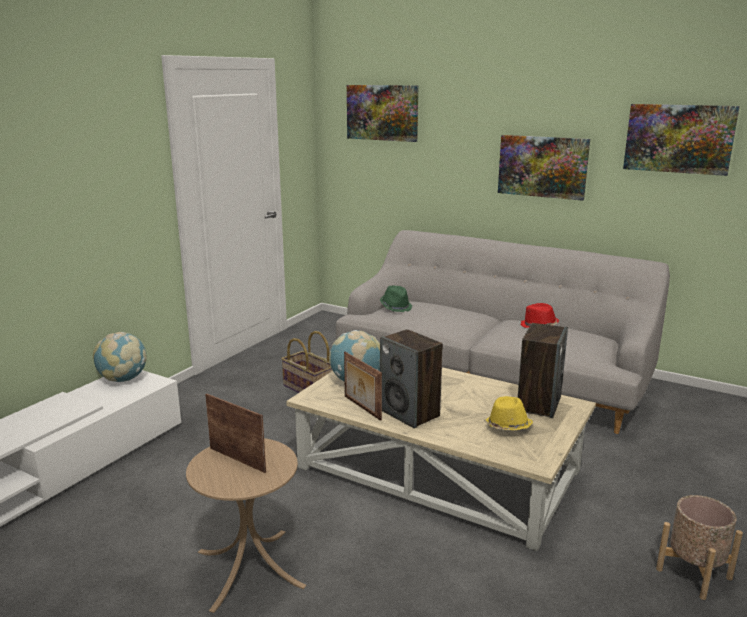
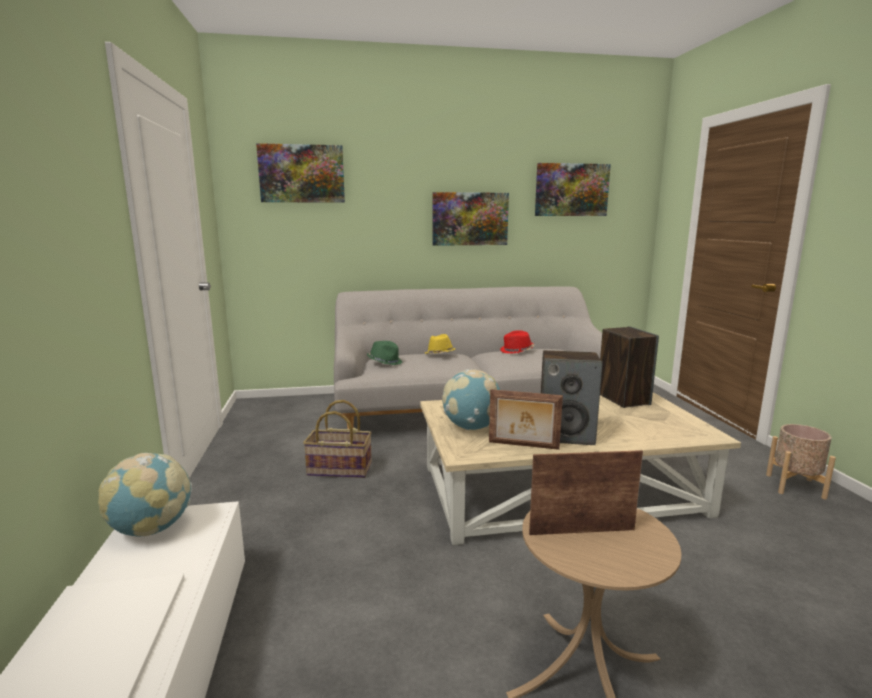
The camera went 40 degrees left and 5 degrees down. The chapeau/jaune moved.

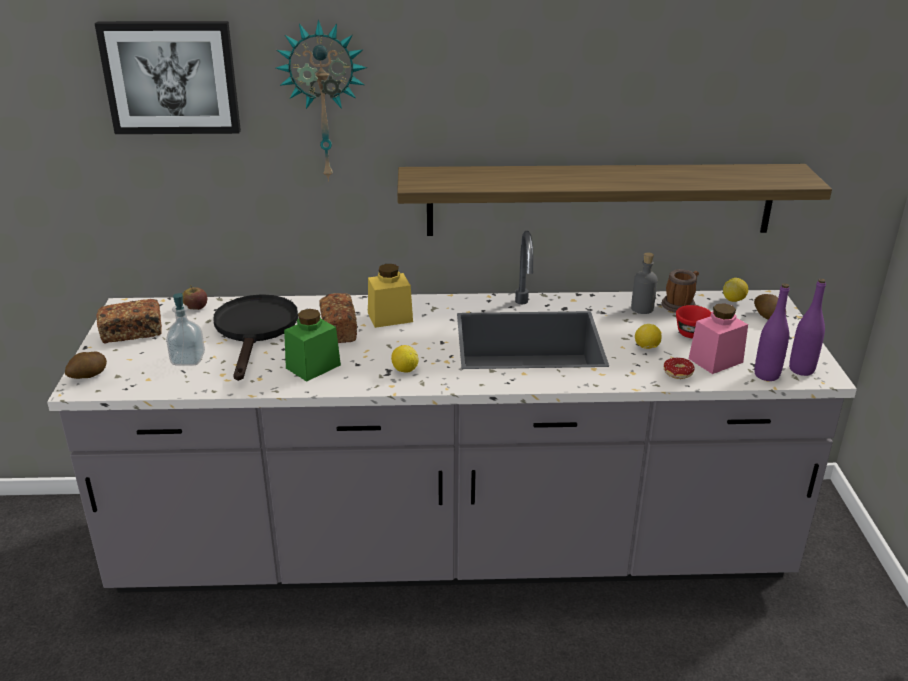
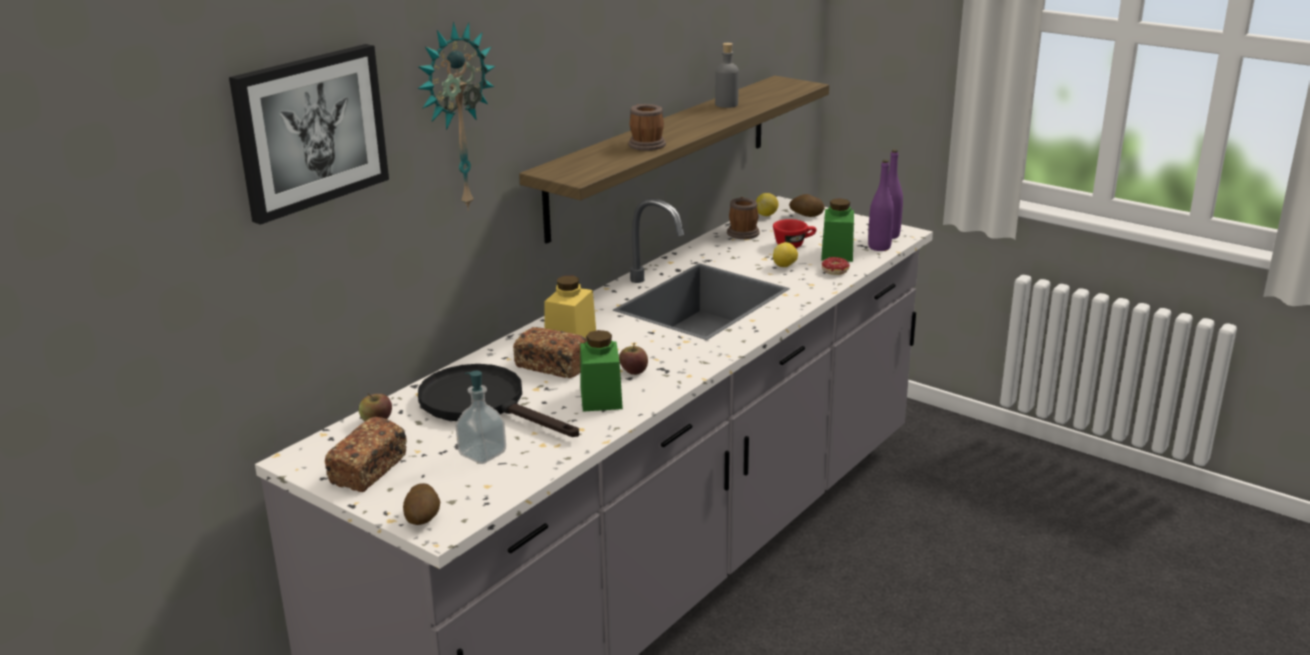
The camera went 50 degrees left and 5 degrees down. The bouteille/gris moved. The bocal/rose became the bocal/vert (no. 2 from left). The citron (no. 1 from left) disappeared. The mug (no. 1 from left) appeared. The pomme (no. 2 from left) appeared.

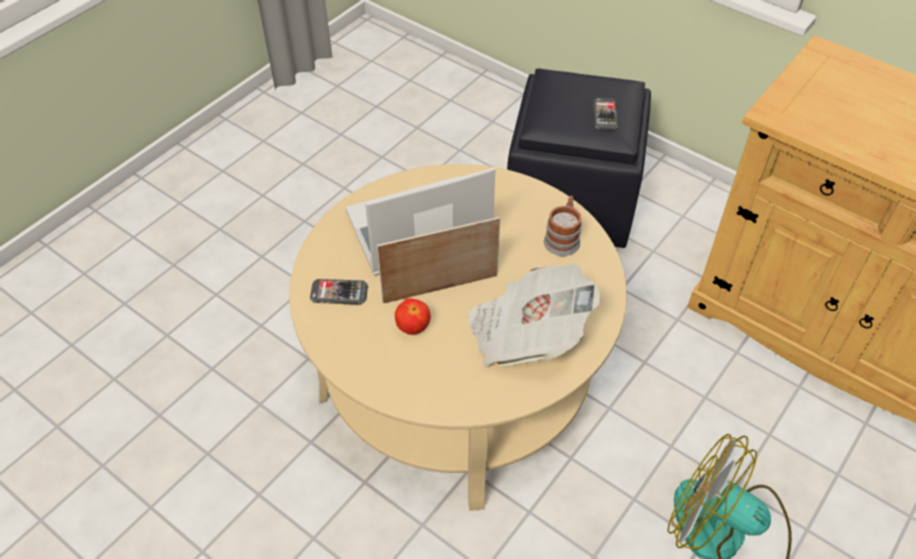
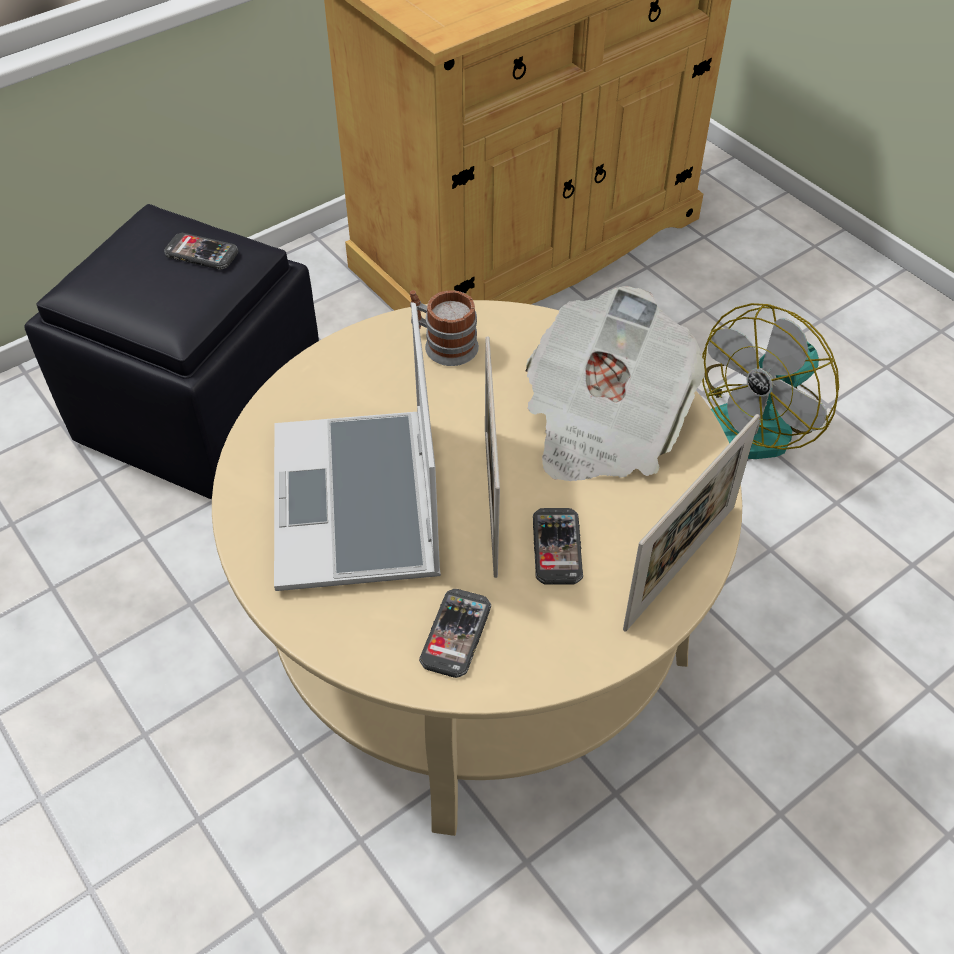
The camera went 75 degrees left and 0 degrees up. The pomme was replaced by the téléphone (no. 3 from left). The cadre photo (no. 2 from left) appeared.

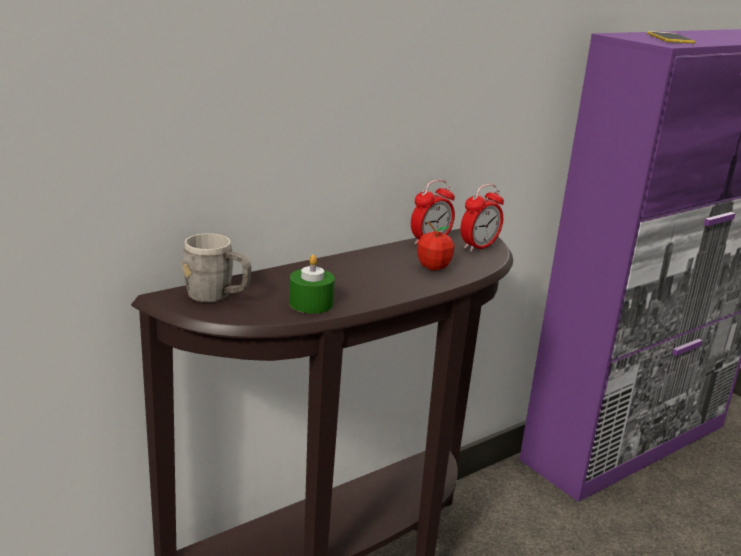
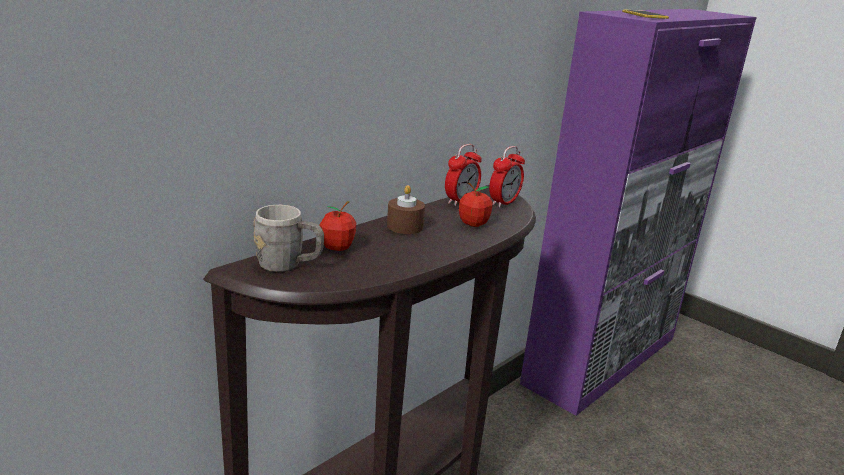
The camera went 10 degrees left and 0 degrees up. The bougie/vert disappeared. The bougie/marron appeared. The pomme (no. 1 from left) appeared.

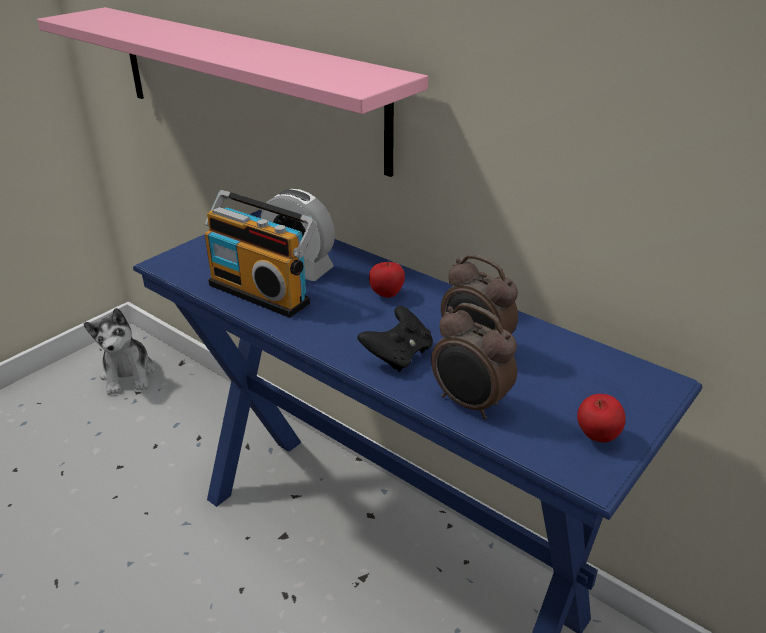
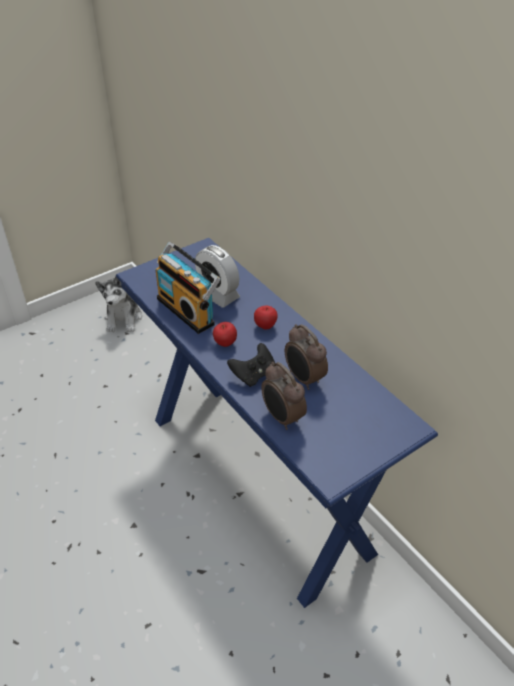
The camera went 15 degrees right and 10 degrees up. The étagère/rose disappeared. The pomme (no. 2 from left in the first image) moved.

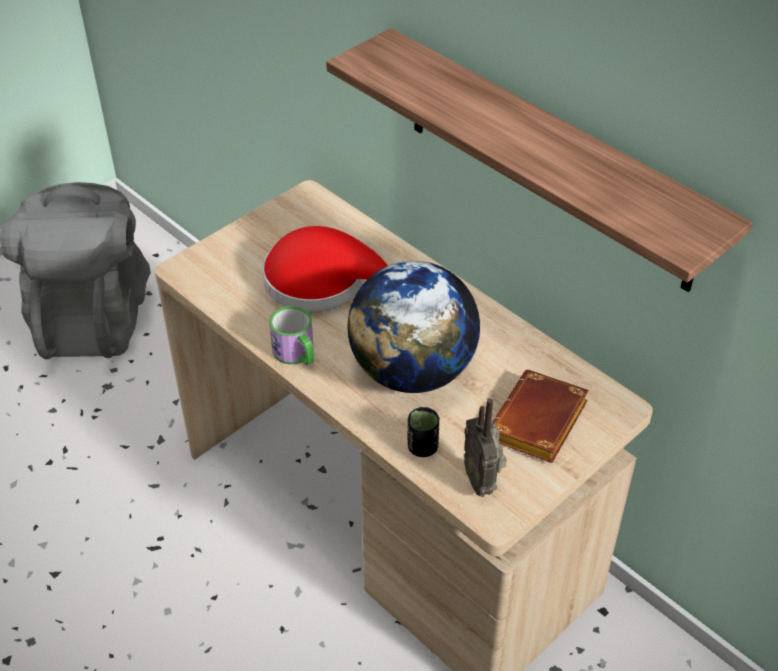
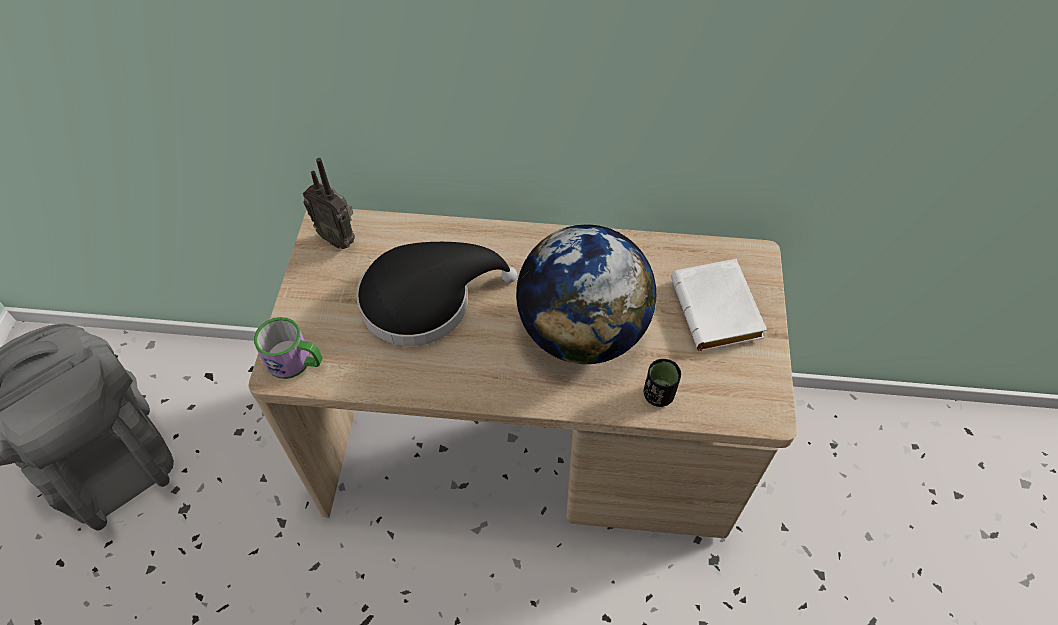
The camera went 40 degrees left and 10 degrees up. The étagère disappeared. The chapeau/rouge became the chapeau/noir. The mug moved. The livre/marron became the livre/blanc. The radio moved.

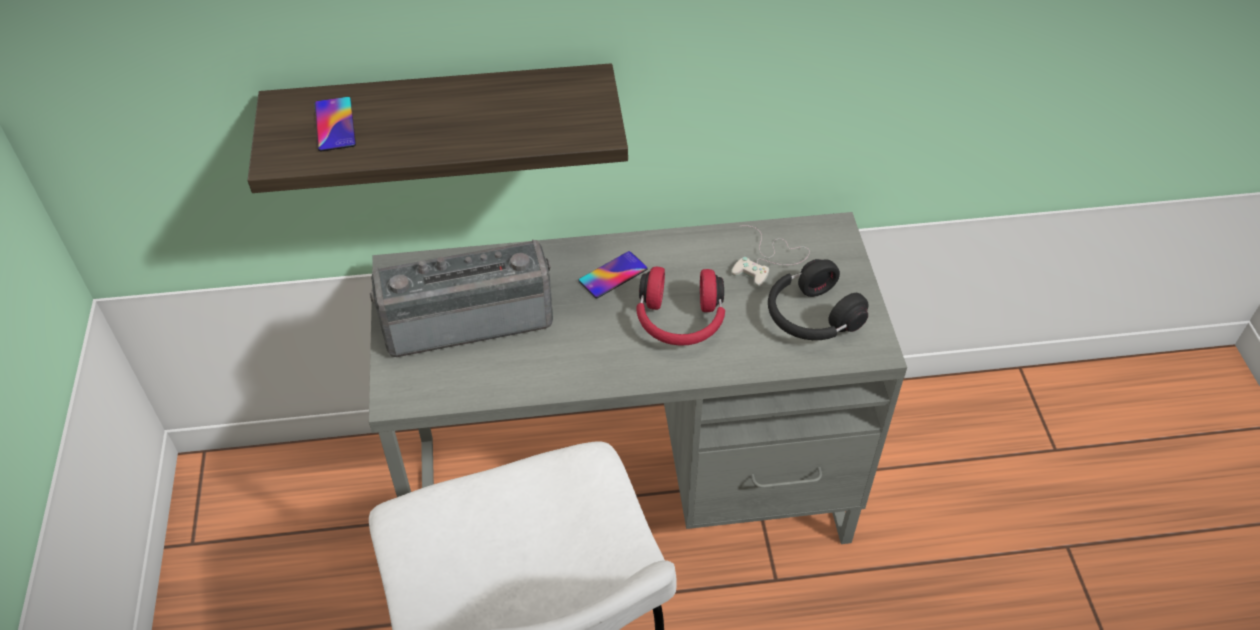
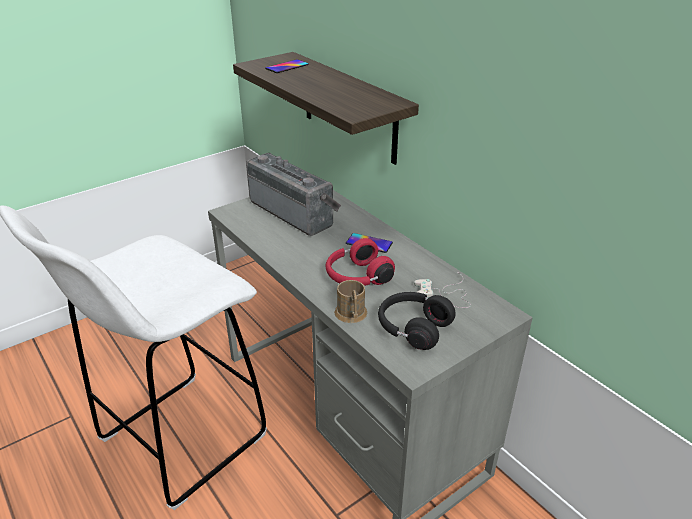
The camera went 60 degrees right and 15 degrees down. The mug/marron appeared.

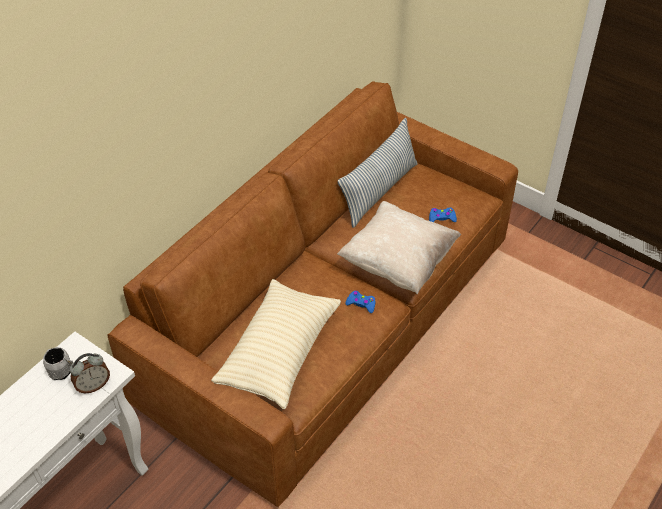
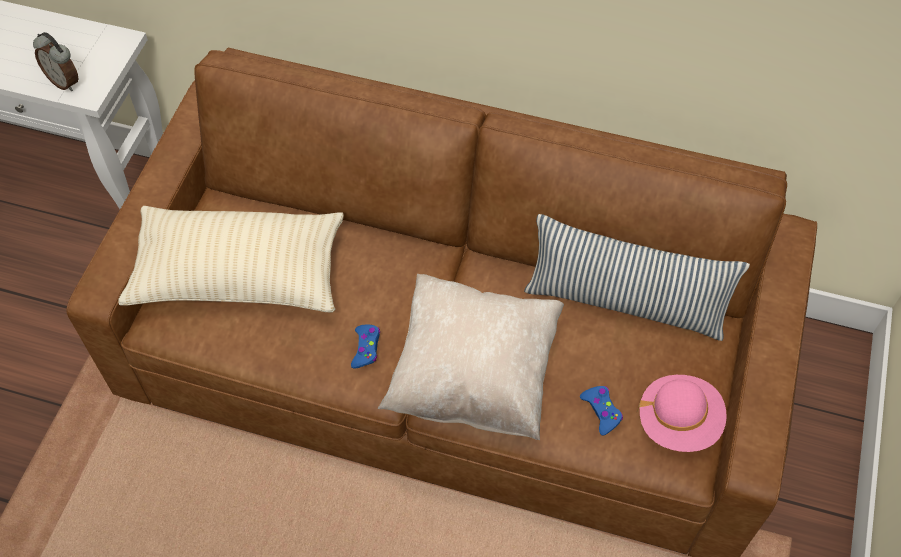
The camera went 70 degrees right and 10 degrees up. The mug/gris disappeared. The chapeau/rose appeared.

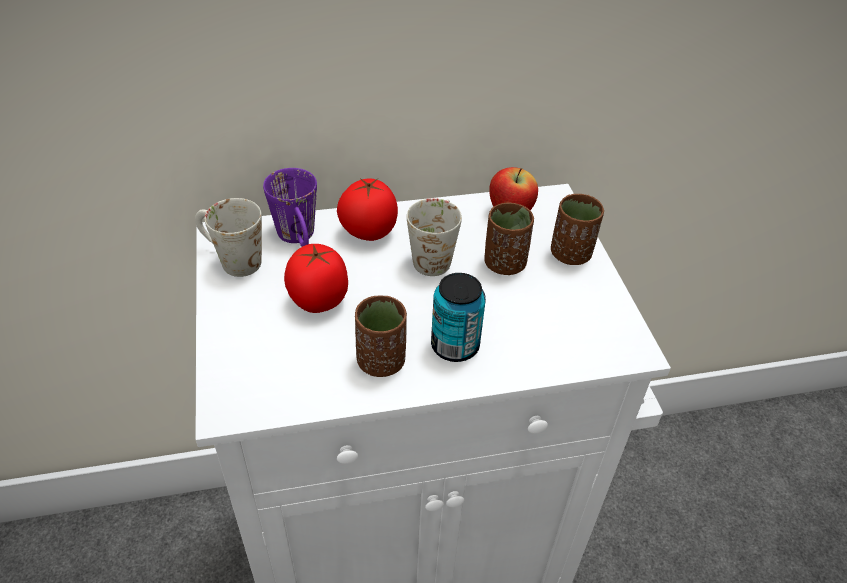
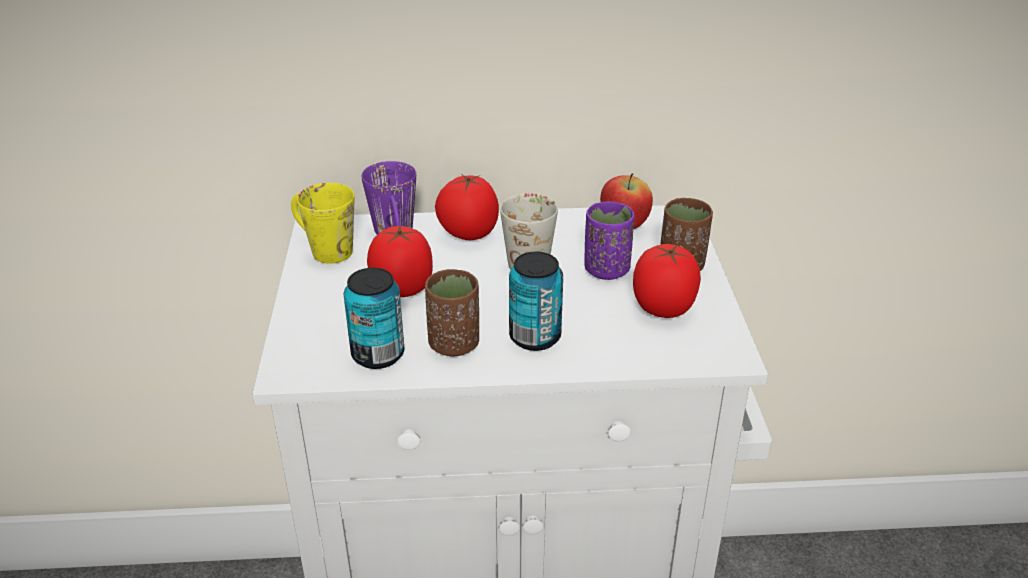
The camera went 10 degrees right and 10 degrees down. The mug/blanc (no. 1 from left) became the mug/jaune. The tasse/marron (no. 2 from left) became the tasse/violet. The tomate (no. 3 from left) appeared. The boîte métallique (no. 1 from left) appeared.

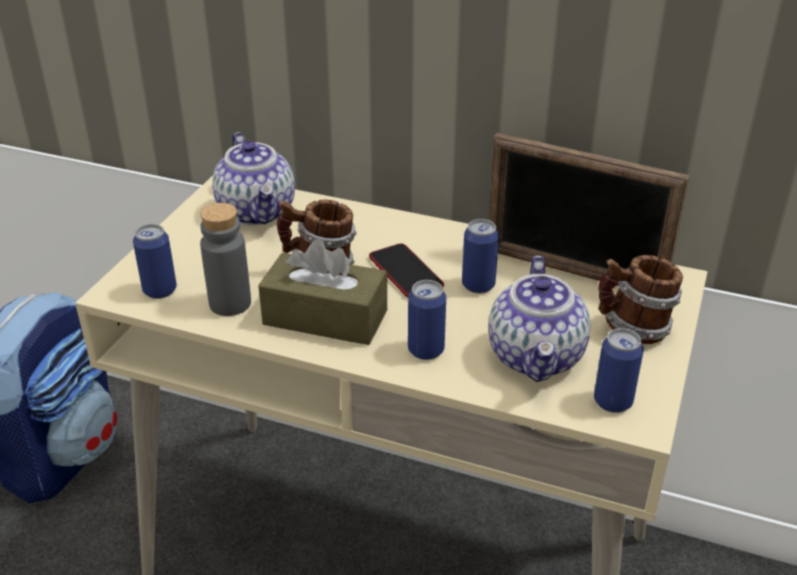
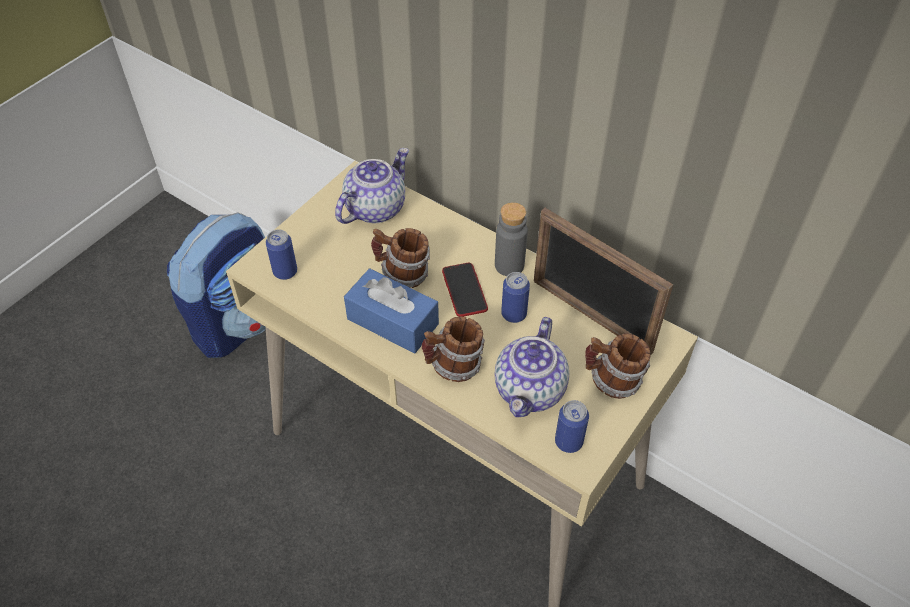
The camera went 15 degrees right and 15 degrees up. The théière (no. 1 from left) turned 135 degrees counterclockwise. The bouteille/gris moved. The boîte à mouchoirs/marron became the boîte à mouchoirs/bleu. The boîte métallique (no. 2 from left) was replaced by the mug (no. 2 from left).

